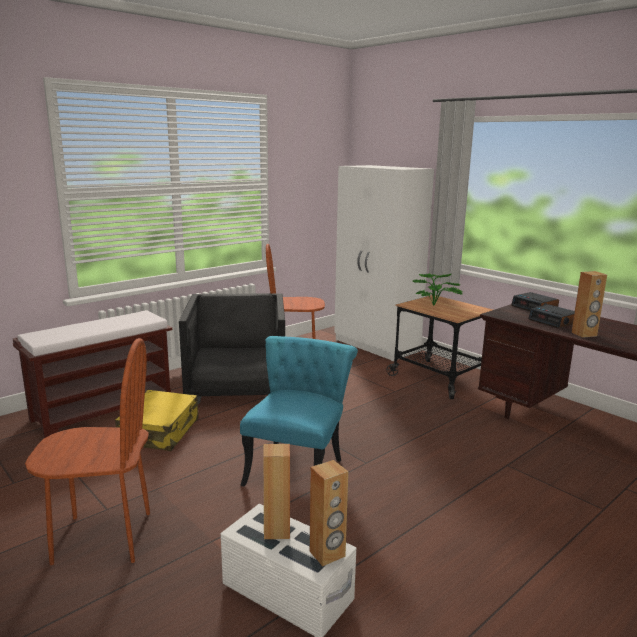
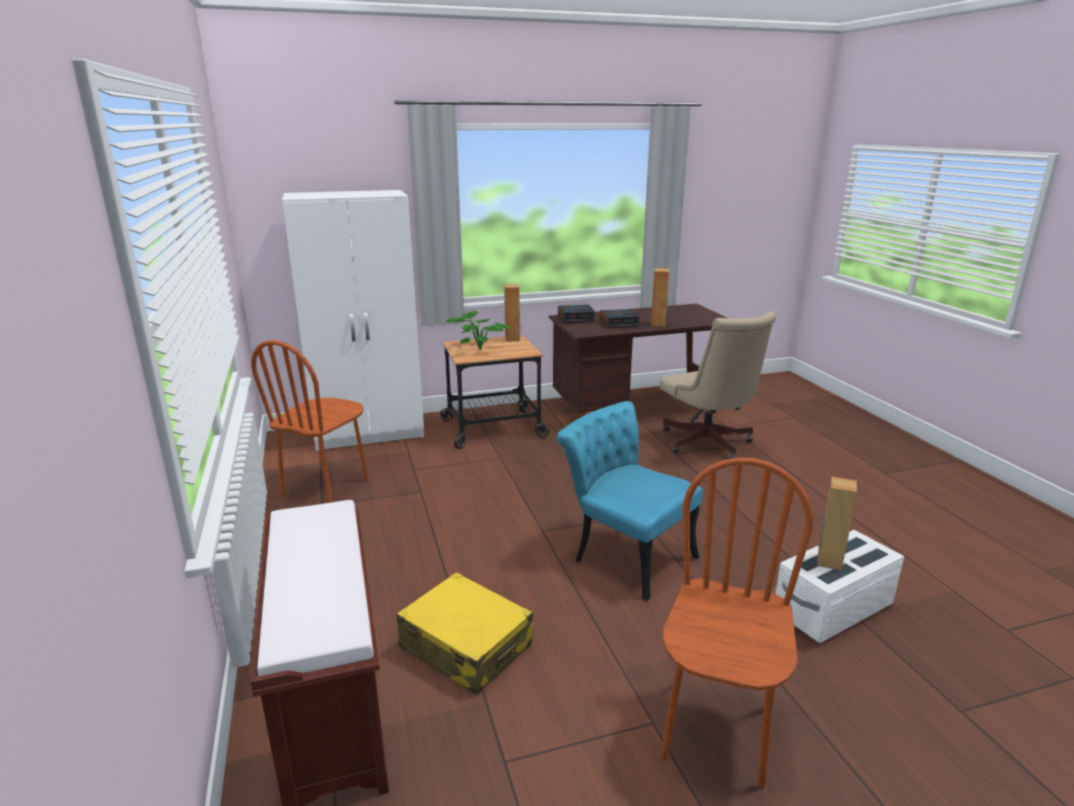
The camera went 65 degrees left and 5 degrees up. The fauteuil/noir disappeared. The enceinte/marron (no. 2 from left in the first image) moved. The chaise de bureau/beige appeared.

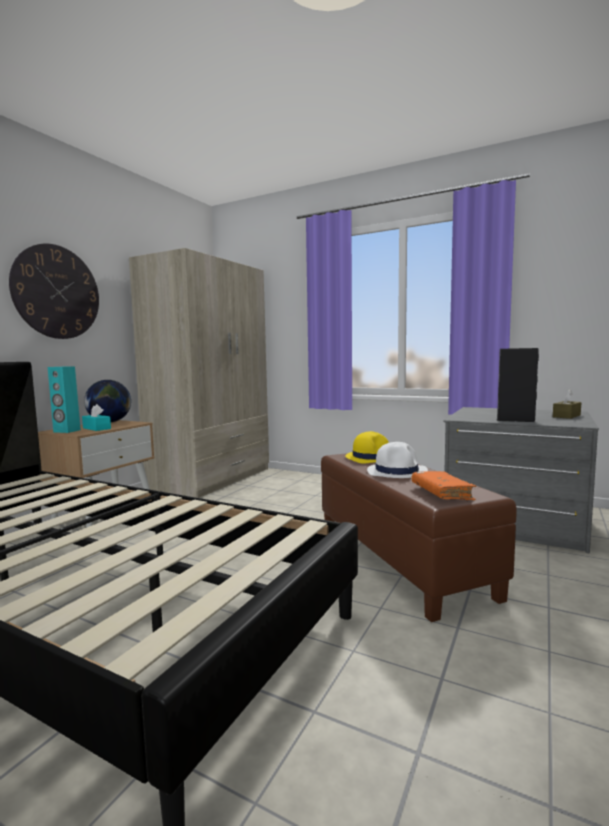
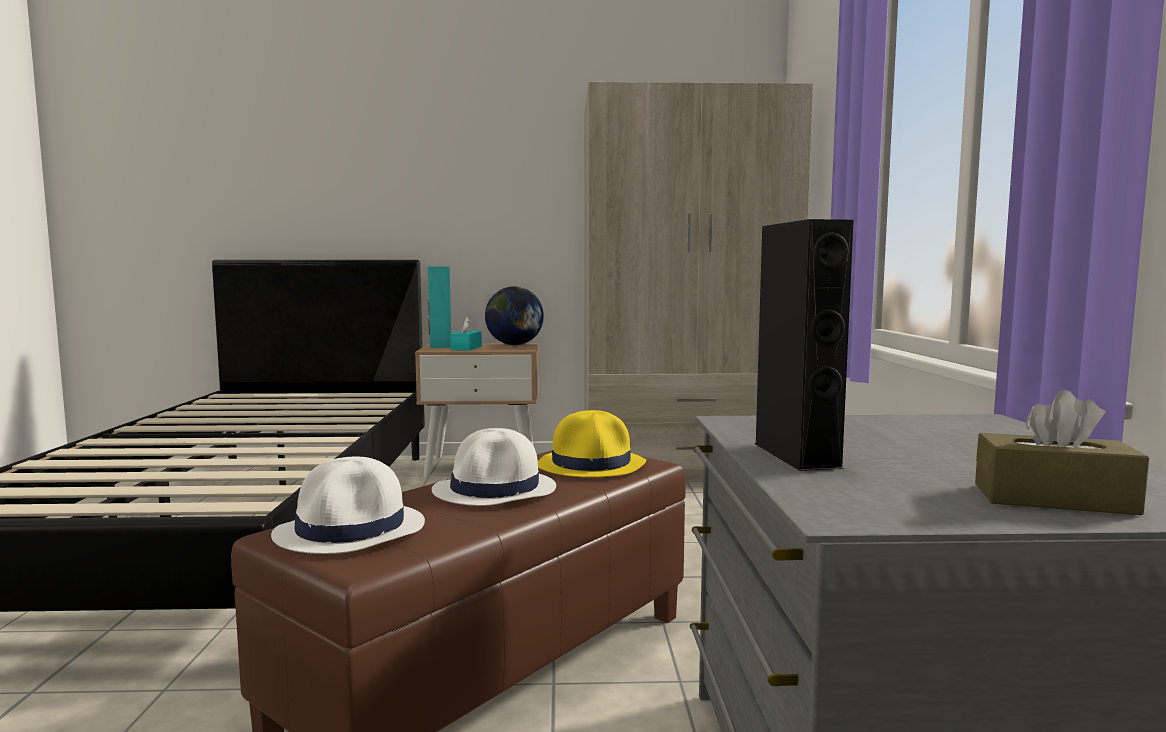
The camera went 60 degrees right and 0 degrees up. The horloge murale disappeared. The livre/orange was replaced by the chapeau/blanc (no. 1 from left).

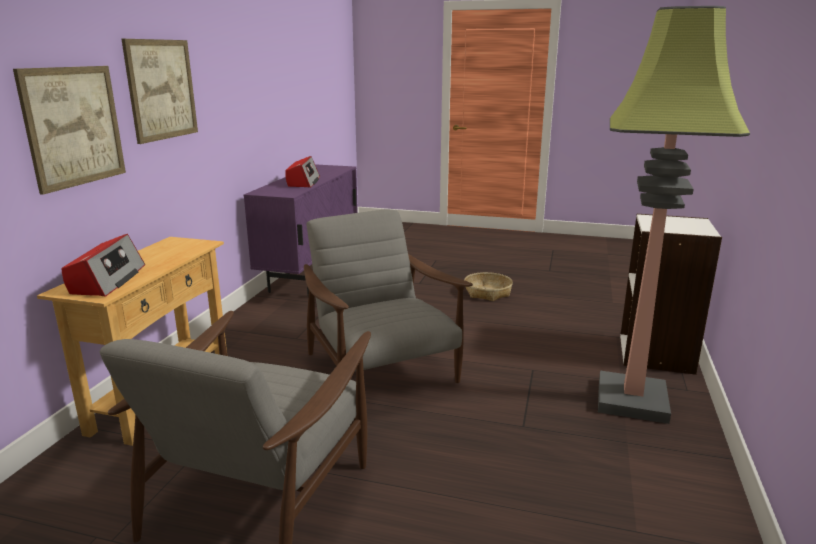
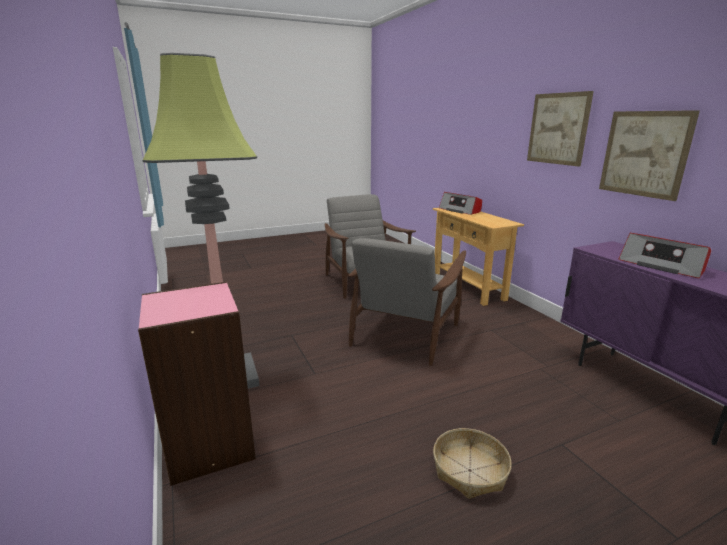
The camera went 140 degrees right and 0 degrees up. The tableau (no. 1 from left in the first image) moved. The fauteuil/gris (no. 2 from left) turned 90 degrees clockwise. The bibliothèque/blanc became the bibliothèque/rose.

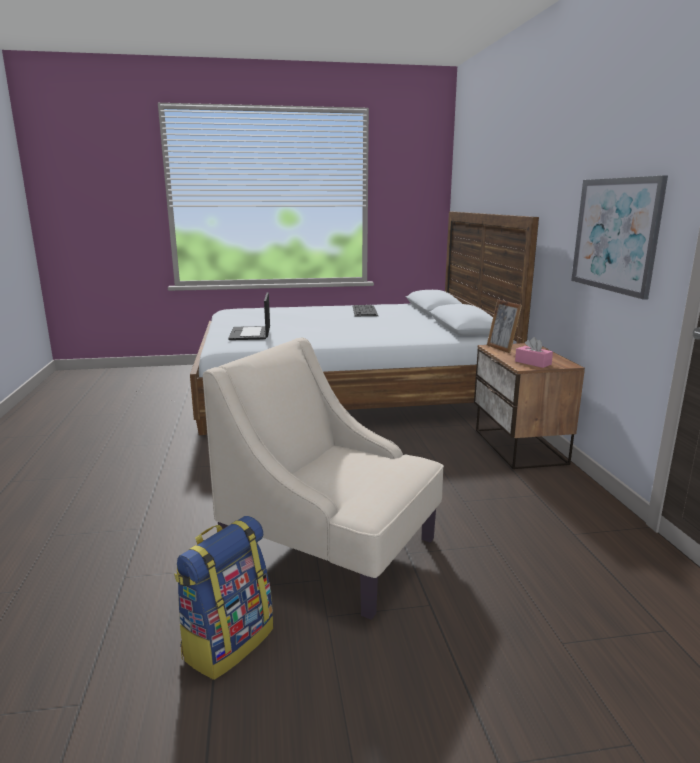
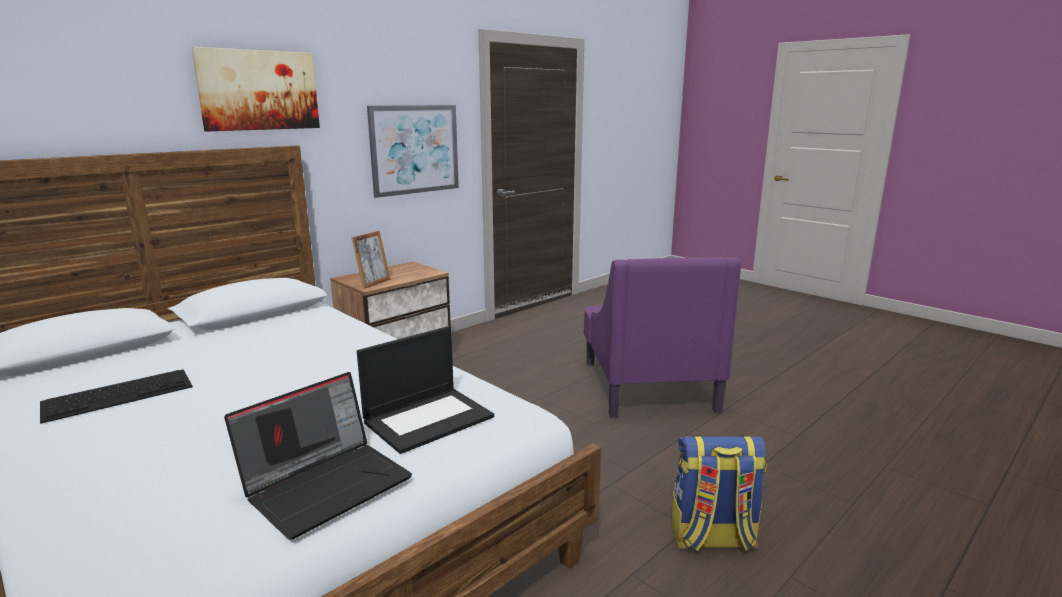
The camera went 125 degrees left and 0 degrees up. The boîte à mouchoirs/rose disappeared. The fauteuil/beige became the fauteuil/violet. The sac à dos moved. The tableau (no. 1 from left) appeared. The ordinateur portable (no. 1 from left) appeared.

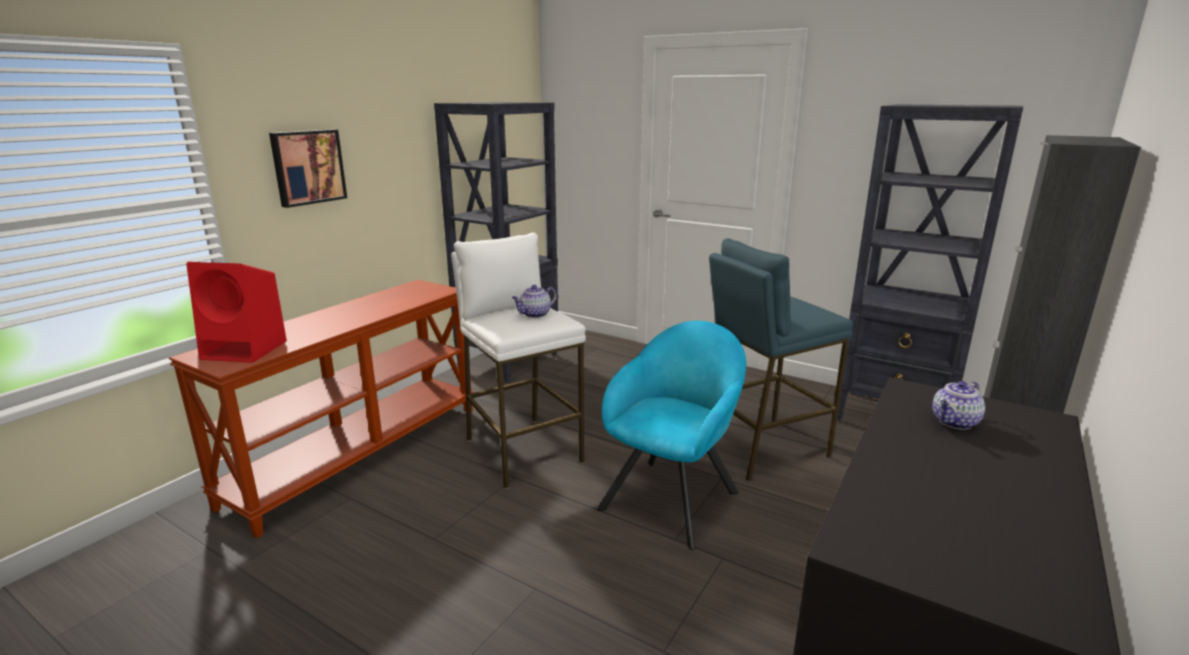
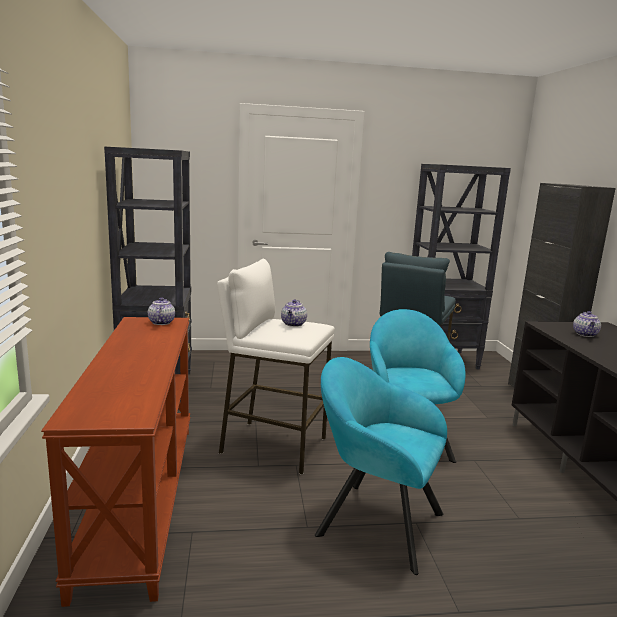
The camera went 40 degrees left and 5 degrees down. The tableau disappeared. The enceinte/rouge disappeared. The théière (no. 1 from left) appeared. The fauteuil/turquoise (no. 1 from left) appeared.

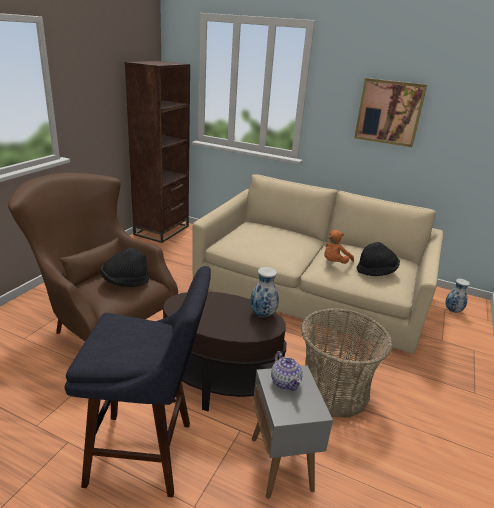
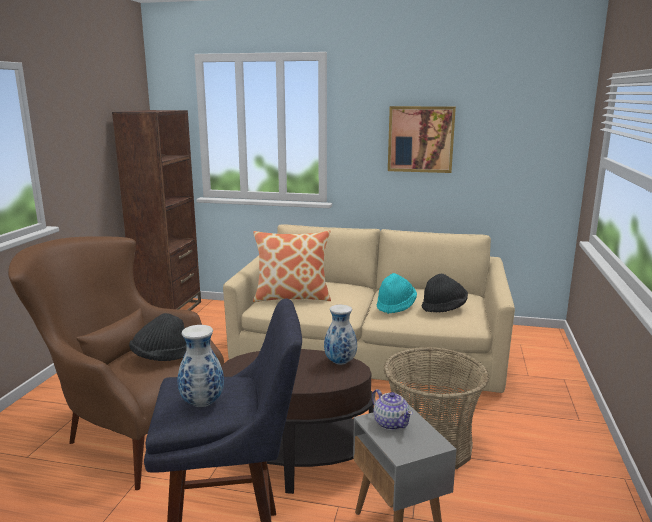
The camera went 10 degrees left and 10 degrees down. The peluche/orange was replaced by the chapeau/turquoise. The vase (no. 2 from left in the first image) moved. The coussin appeared.

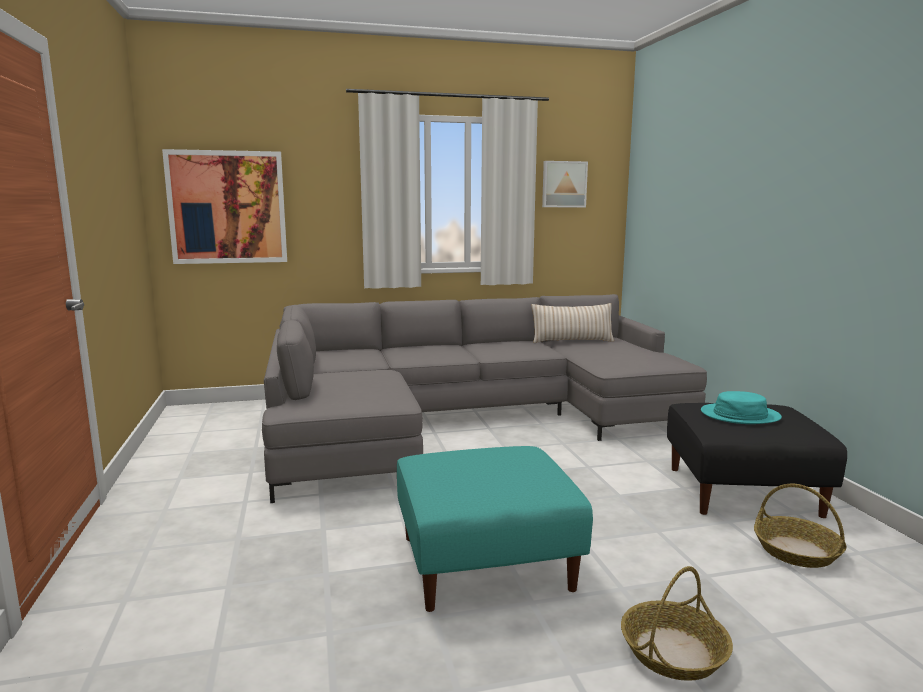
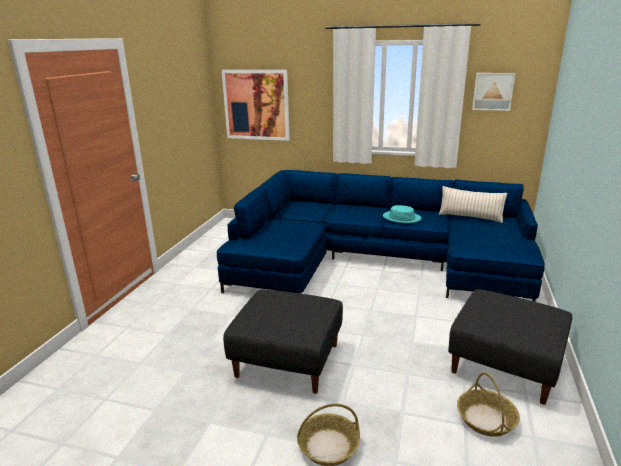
The camera went 30 degrees right and 10 degrees up. The canapé/gris became the canapé/bleu. The chapeau/turquoise moved. The pouf/turquoise became the pouf/noir (no. 1 from left).

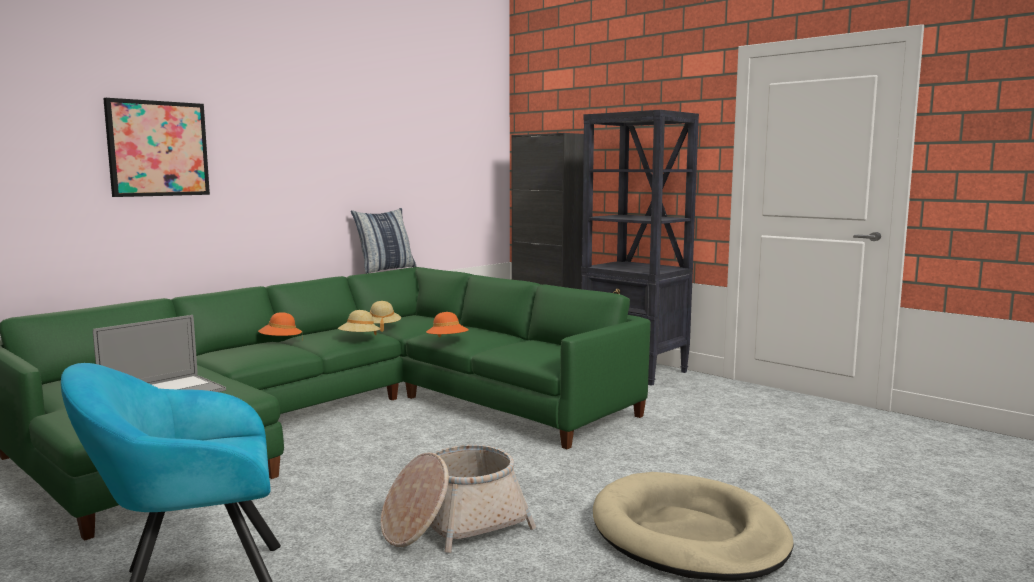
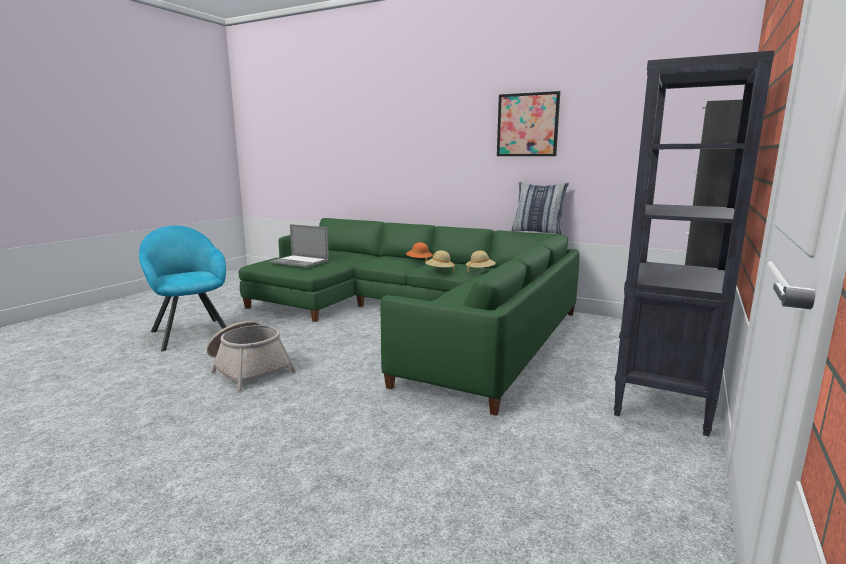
The camera went 75 degrees right and 5 degrees up. The tableau moved. The chapeau/orange (no. 2 from left) disappeared. The panier pour chien/beige disappeared.

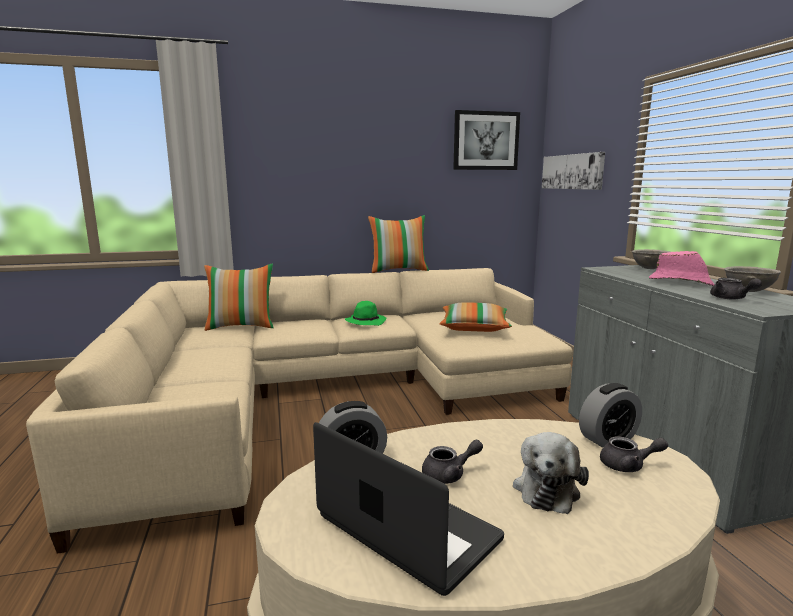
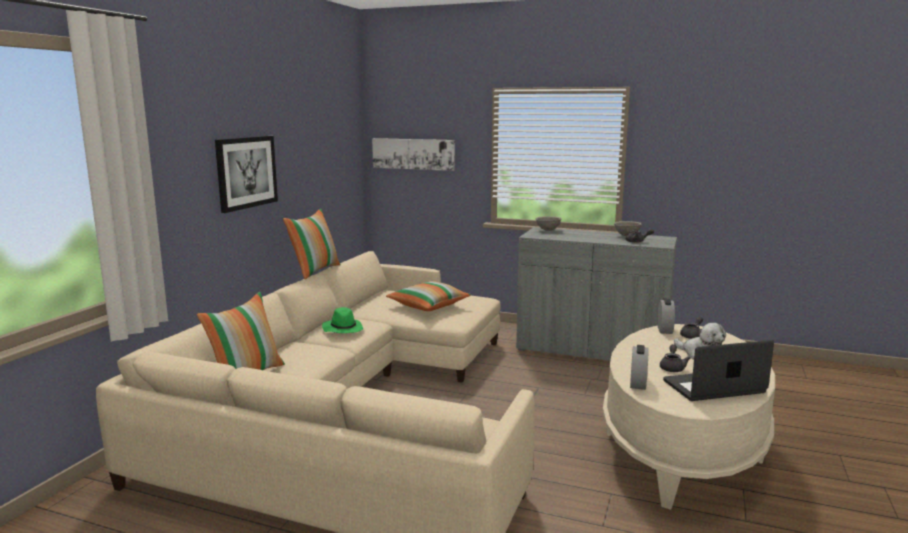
The camera went 55 degrees left and 0 degrees up. The tableau (no. 1 from left) moved. The chapeau/rose disappeared.

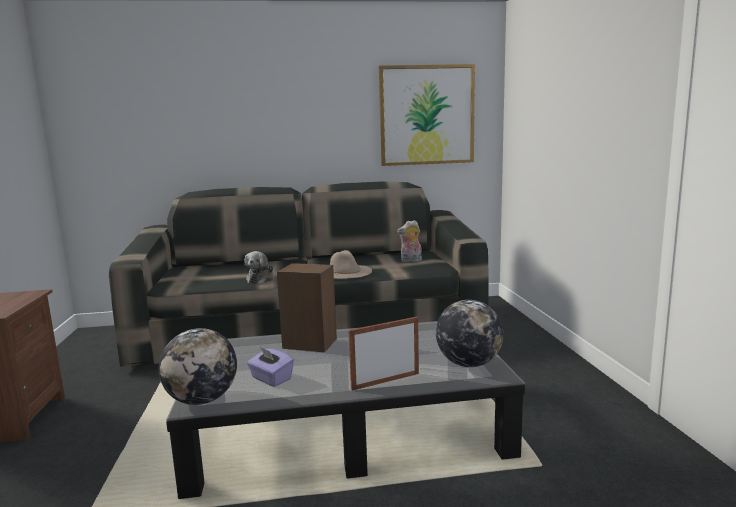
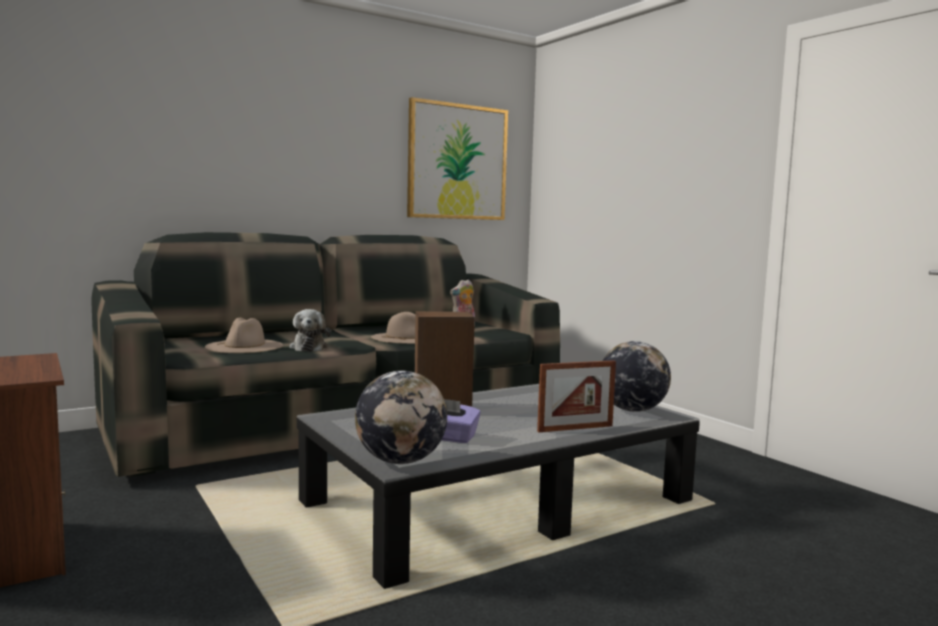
The camera went 25 degrees left and 5 degrees down. The cadre photo turned 150 degrees counterclockwise. The chapeau/beige (no. 1 from left) appeared.

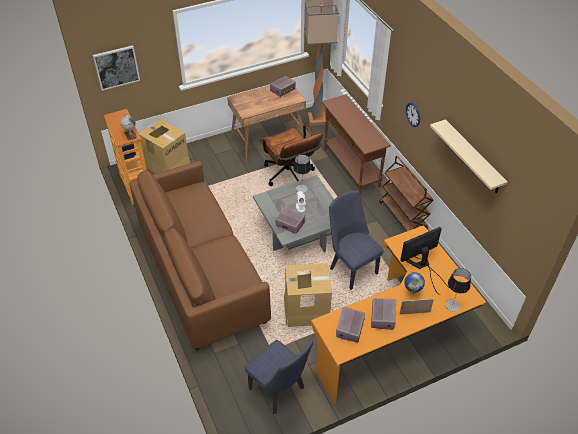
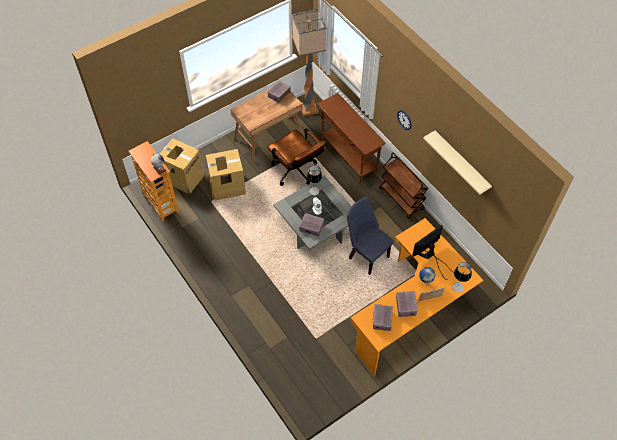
The camera went 10 degrees left and 10 degrees up. The tableau disappeared. The canapé/marron disappeared. The carton (no. 2 from left) moved. The chaise/bleu (no. 1 from left) disappeared.

